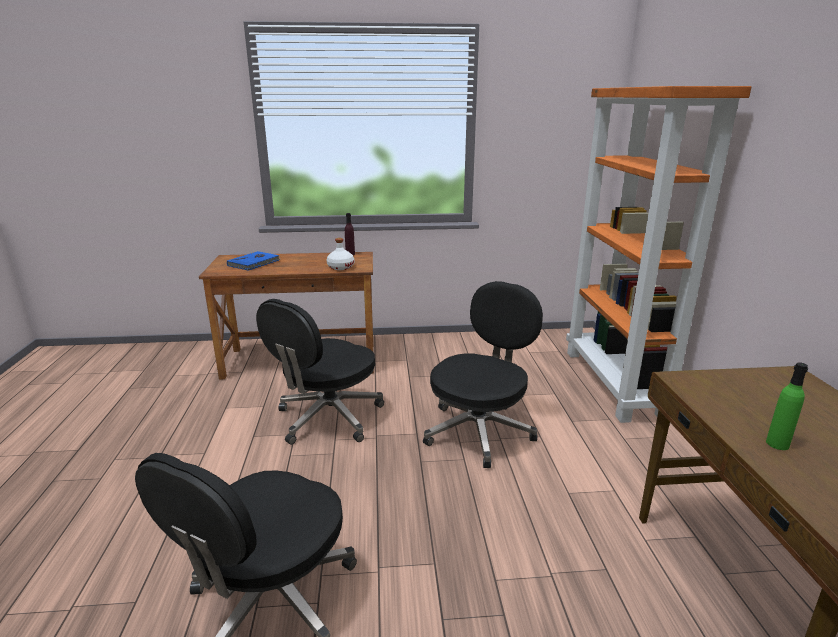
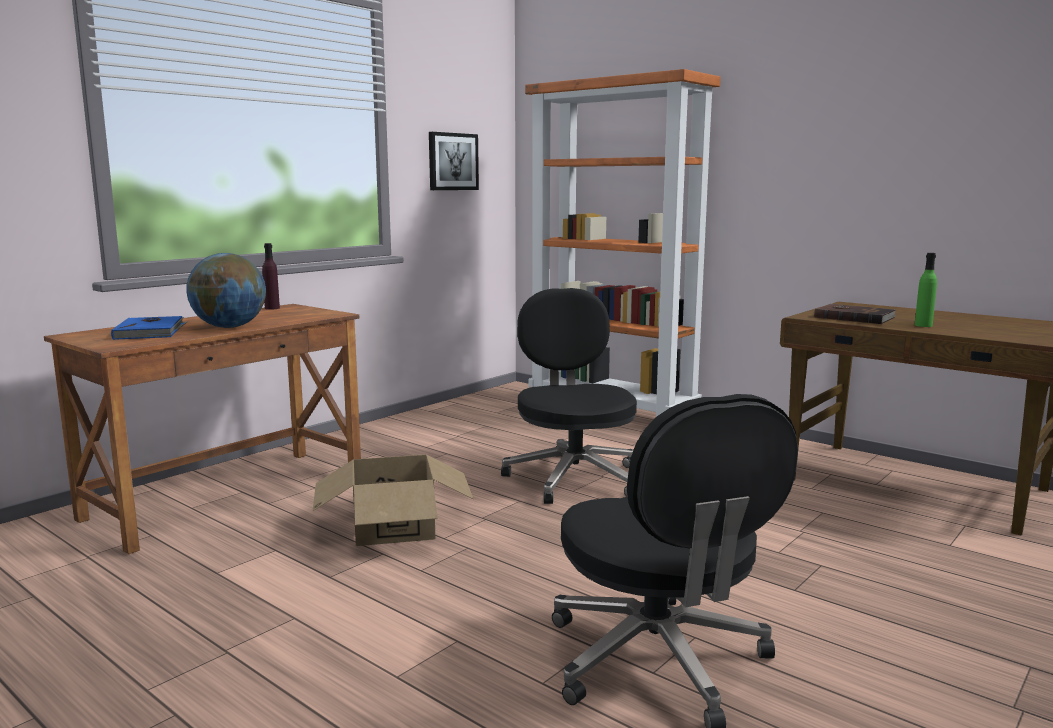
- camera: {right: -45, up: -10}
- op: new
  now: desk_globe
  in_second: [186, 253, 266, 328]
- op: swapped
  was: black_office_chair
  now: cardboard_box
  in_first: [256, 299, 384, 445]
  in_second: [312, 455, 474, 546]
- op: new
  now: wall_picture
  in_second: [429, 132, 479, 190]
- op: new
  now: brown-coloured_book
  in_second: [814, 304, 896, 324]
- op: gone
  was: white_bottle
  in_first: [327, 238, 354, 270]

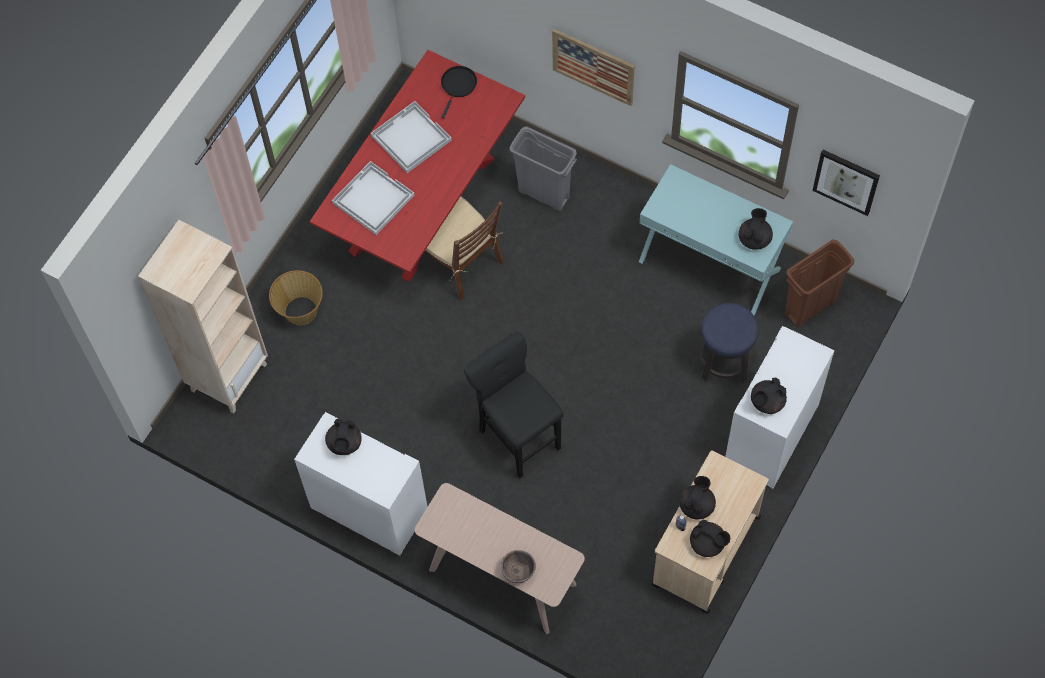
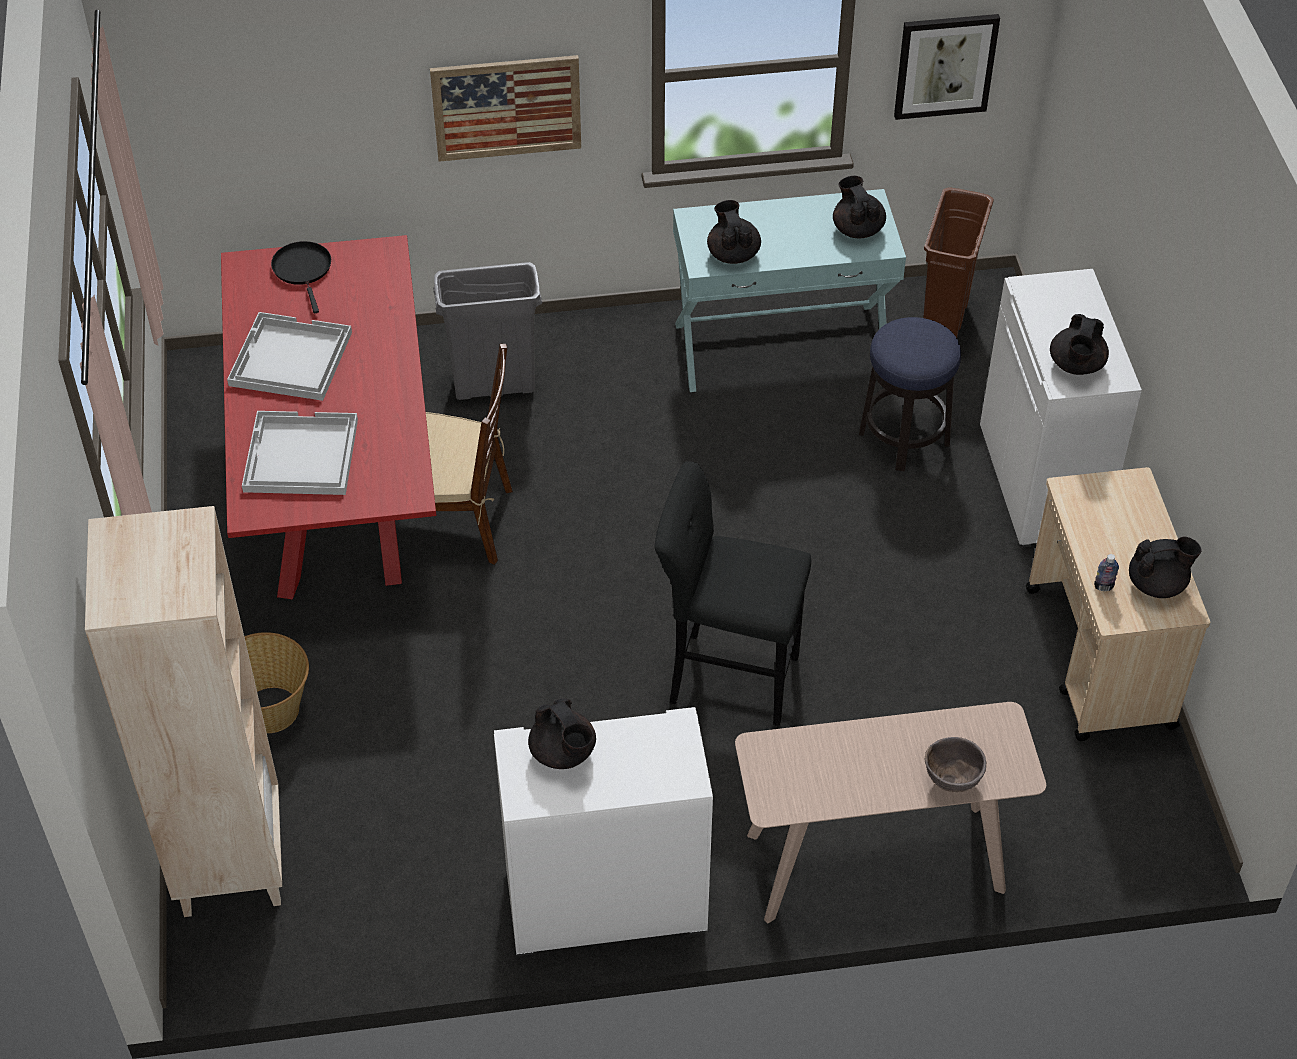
- camera: {right: -40, up: -15}
- op: shifted
  was: black_tea_pot
  in_first: [679, 476, 716, 519]
  in_second: [707, 200, 761, 264]

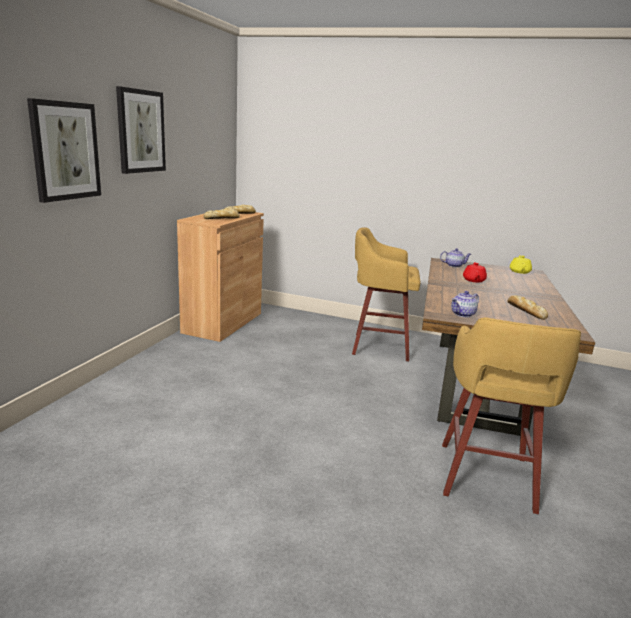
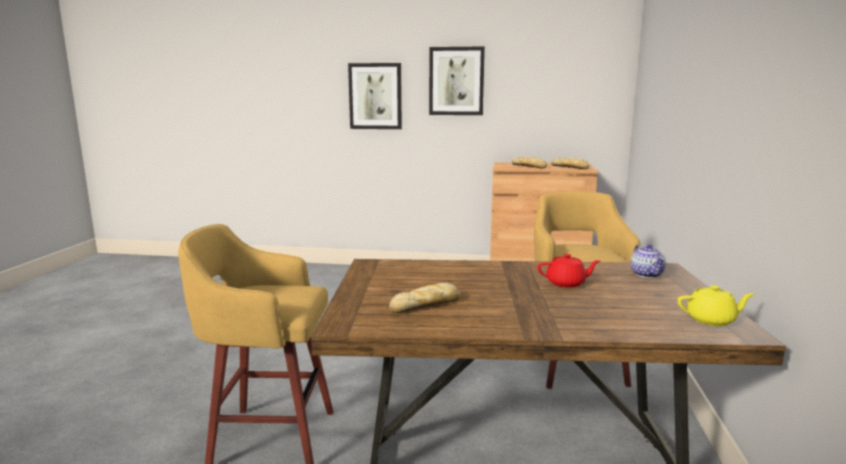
- camera: {right: 80, up: -5}
- op: gone
  was: tea_pot
  in_first: [451, 291, 479, 317]

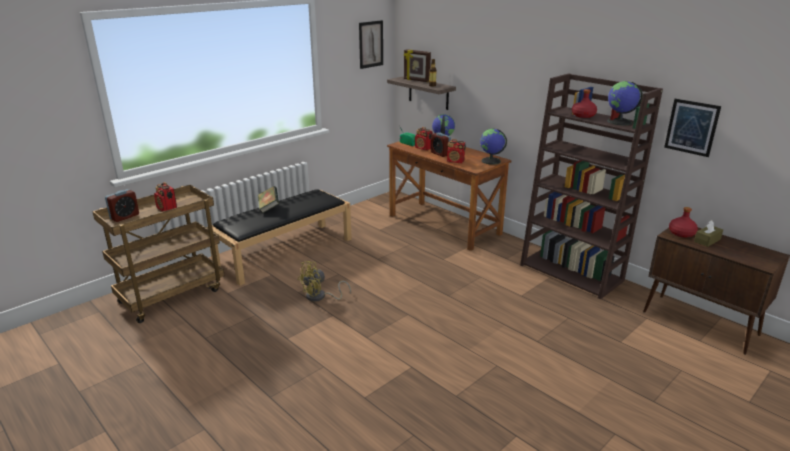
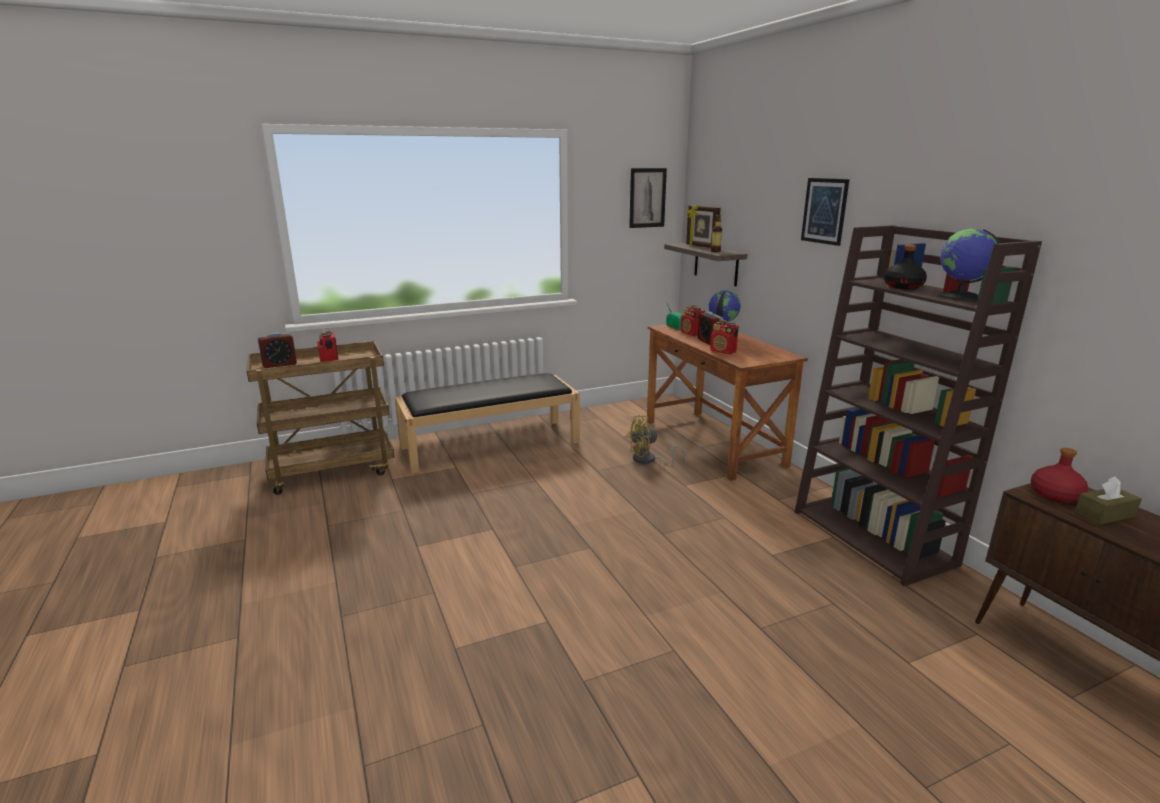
- camera: {right: 20, up: -5}
- op: shifted
  was: yellow-coloured_fan
  in_first: [298, 261, 351, 302]
  in_second: [626, 415, 686, 466]
- op: shifted
  was: wall_picture
  in_first: [664, 99, 721, 157]
  in_second: [801, 178, 849, 246]
- op: repainted
  was: reddish_bottle
  now: black_bottle
  in_first: [572, 89, 597, 118]
  in_second: [884, 245, 927, 290]
- op: gone
  was: book
  in_first: [258, 186, 279, 213]
- op: gone
  was: desk_globe
  in_first: [480, 129, 507, 165]

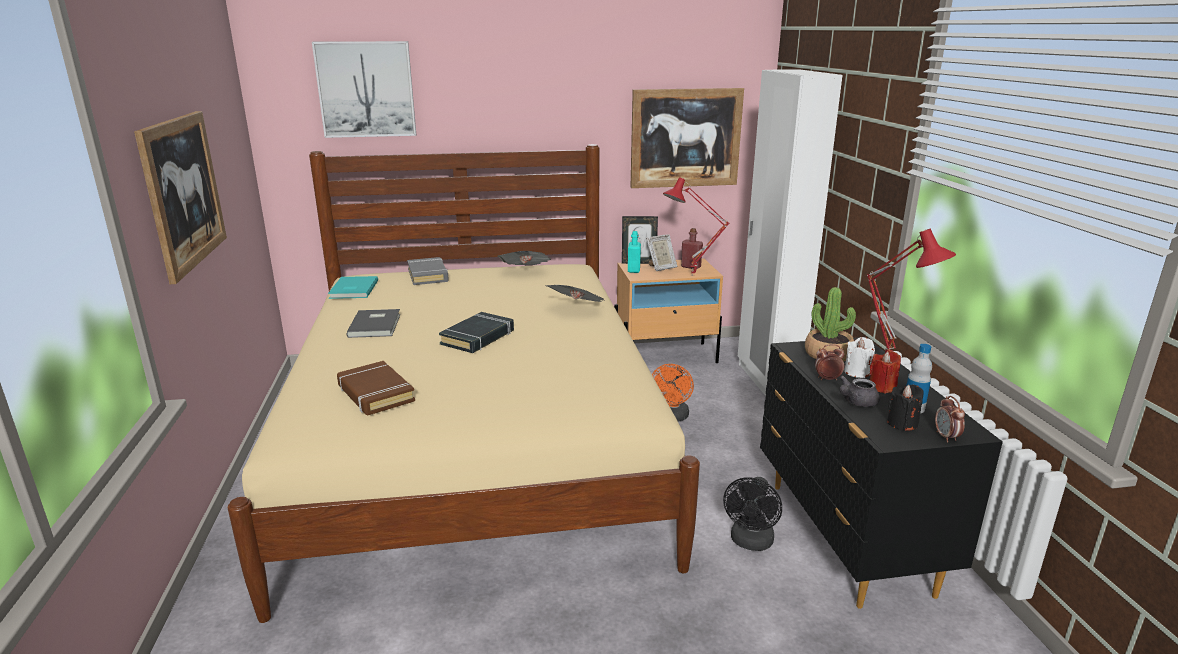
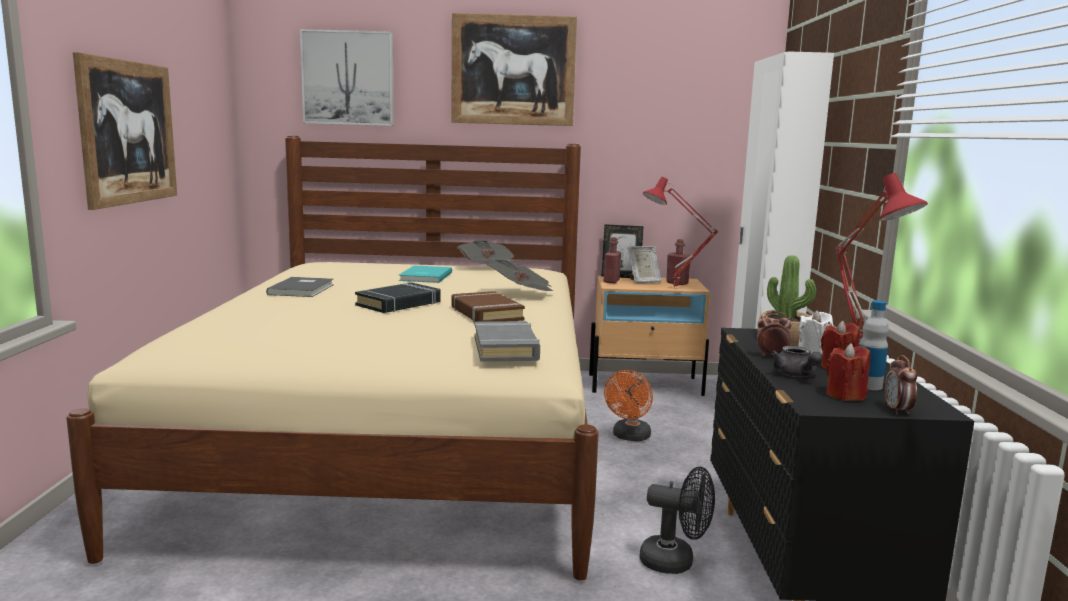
- camera: {right: 10, up: -10}
- op: shifted
  was: turquoise_book
  in_first: [328, 276, 378, 299]
  in_second: [399, 265, 452, 283]
- op: shifted
  was: wall_picture
  in_first: [630, 88, 744, 188]
  in_second: [451, 13, 577, 126]
- op: shifted
  was: brown-coloured_book
  in_first: [337, 361, 415, 415]
  in_second: [452, 291, 525, 323]
- op: shifted
  was: gray_book
  in_first: [407, 257, 449, 285]
  in_second: [474, 321, 540, 362]
- op: repainted
  was: turquoise_bottle
  now: reddish_bottle
  in_first: [628, 231, 641, 273]
  in_second: [604, 237, 621, 283]
- op: rotated
  was: black_fan
  in_first: [723, 477, 782, 551]
  in_second: [640, 467, 715, 574]
  clockwise: -105
- op: rotated
  was: gray_tea_pot
  in_first: [839, 376, 880, 407]
  in_second: [771, 346, 823, 377]
  clockwise: -75
- op: repainted
  was: black_wax_candle
  now: reddish_wax_candle
  in_first: [887, 385, 923, 431]
  in_second: [826, 343, 871, 401]

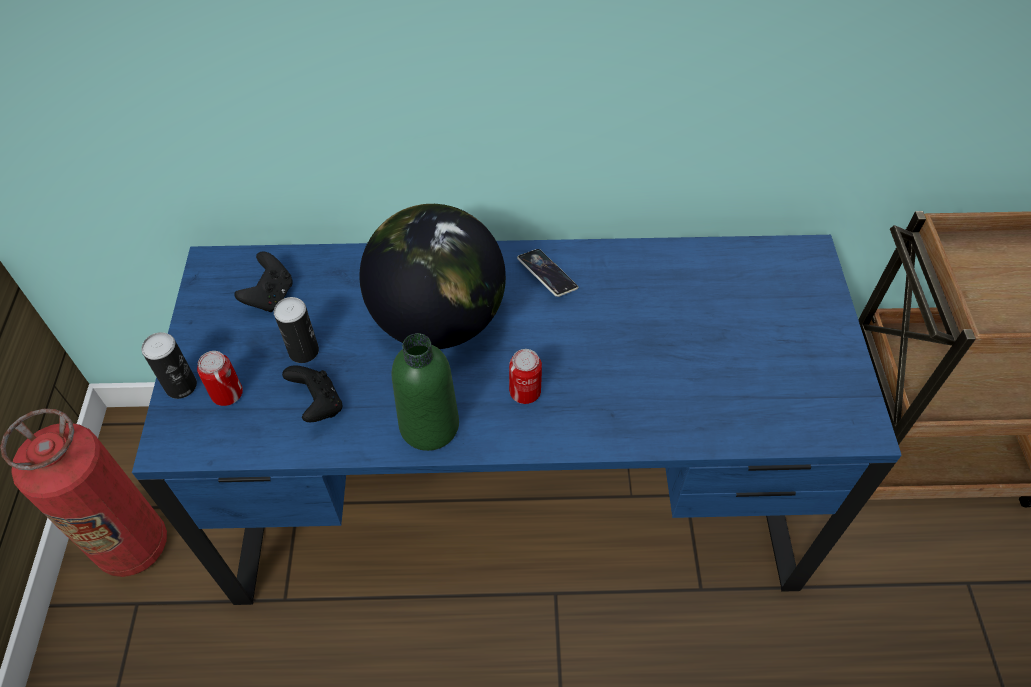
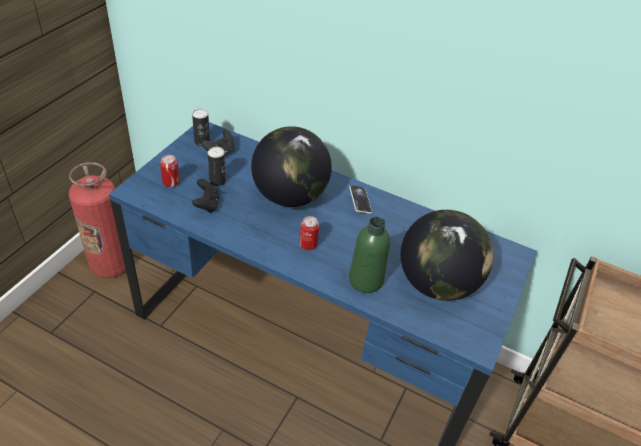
- camera: {right: 25, up: -10}
- op: shifted
  was: metal_can
  in_first: [141, 332, 197, 399]
  in_second: [192, 109, 210, 147]
- op: shifted
  was: greenish_bottle
  in_first: [392, 333, 459, 451]
  in_second: [349, 217, 390, 293]
- op: new
  now: desk_globe
  in_second: [400, 210, 493, 301]

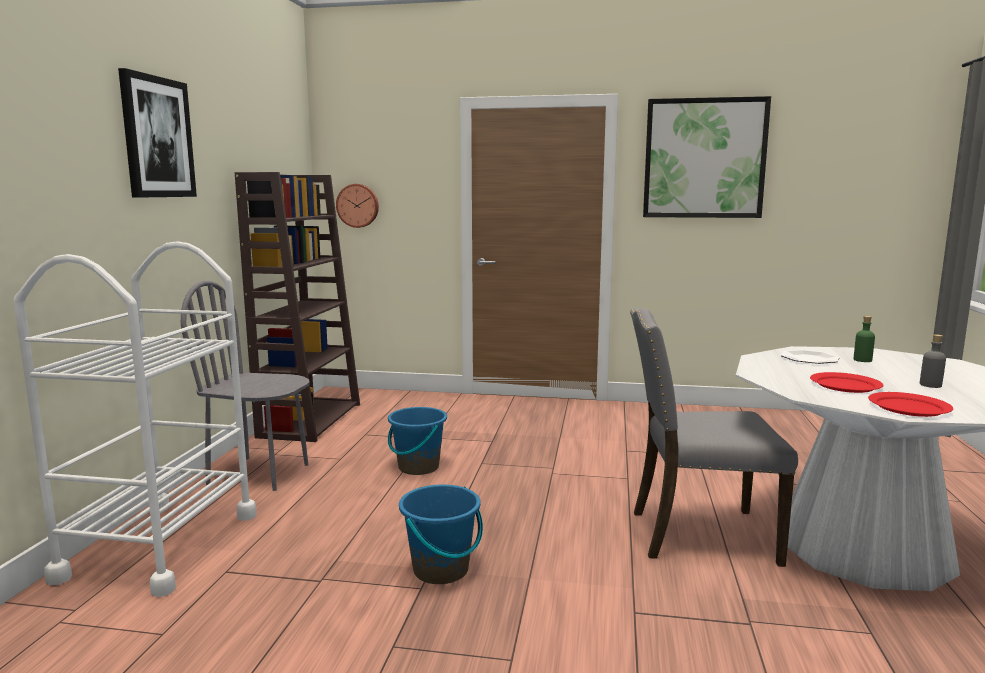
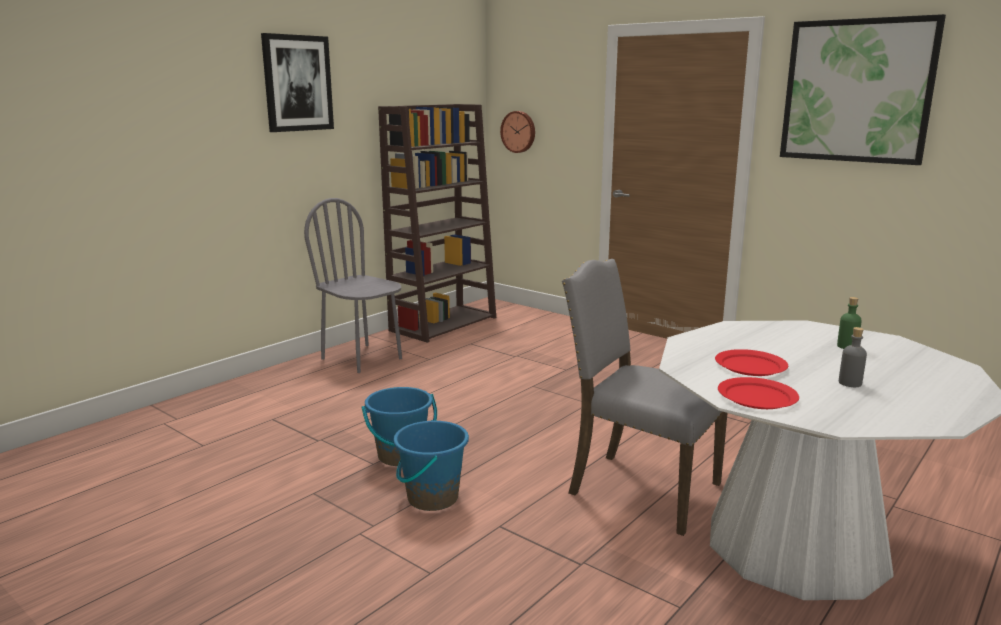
- camera: {right: 30, up: 5}
- op: shifted
  was: bluish_pail
  in_first: [388, 407, 447, 475]
  in_second: [393, 420, 469, 511]
- op: gone
  was: white_wheeled_cart
  in_first: [14, 241, 257, 597]
- op: gone
  was: flat_dish
  in_first: [780, 350, 840, 364]

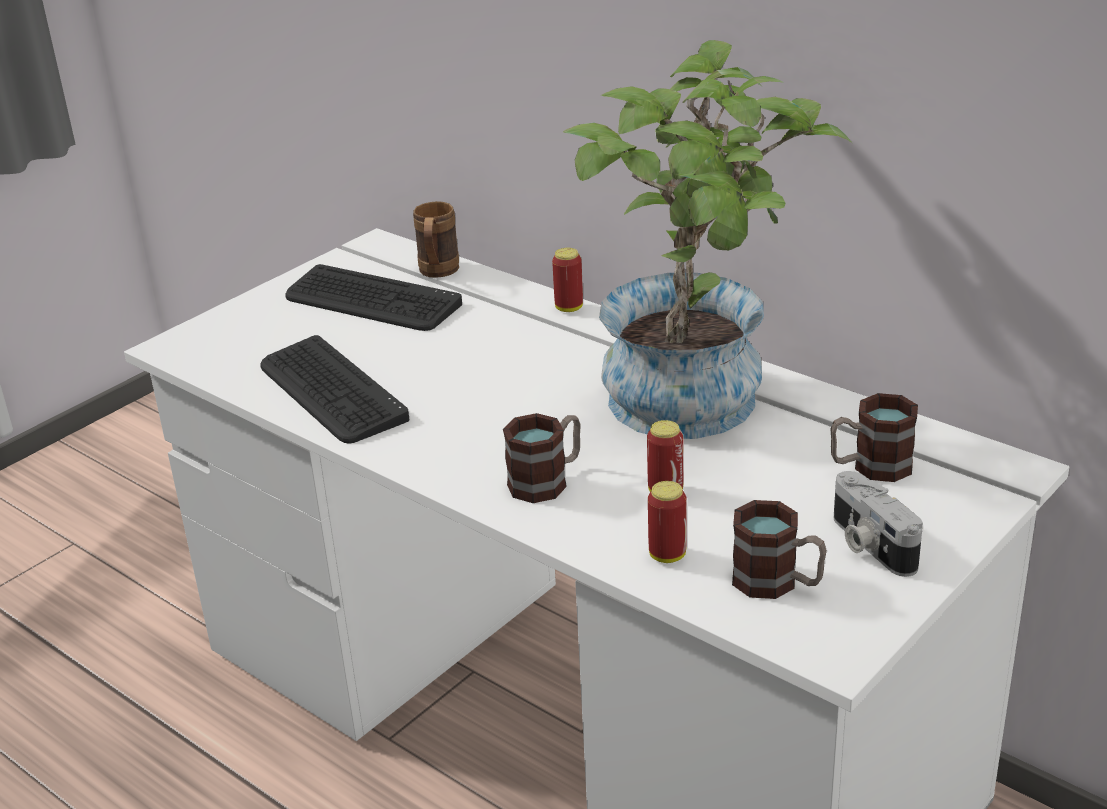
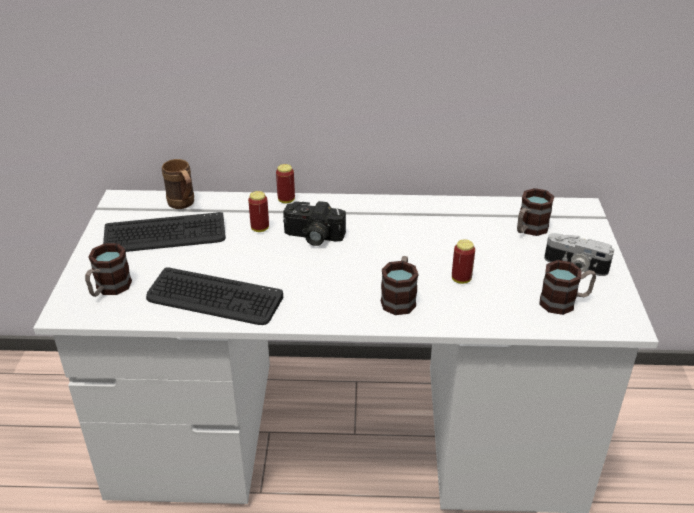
- camera: {right: -40, up: 5}
- op: new
  now: tea_mug
  in_second: [85, 243, 132, 297]
- op: shifted
  was: metal_can
  in_first: [648, 481, 687, 563]
  in_second: [248, 191, 269, 232]
- op: new
  now: photo_camera
  in_second: [283, 201, 346, 246]
- op: gone
  was: houseplant
  in_first: [563, 40, 852, 439]

